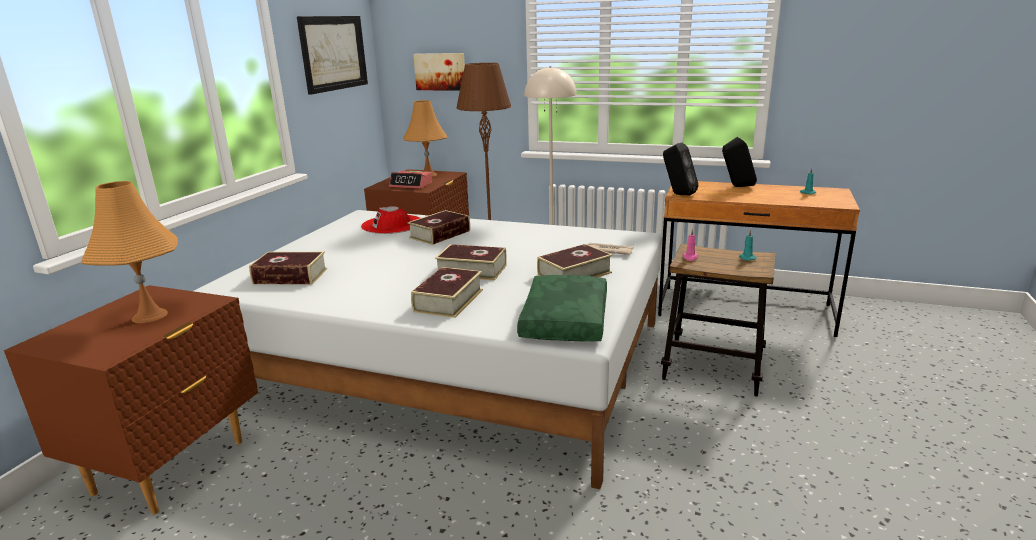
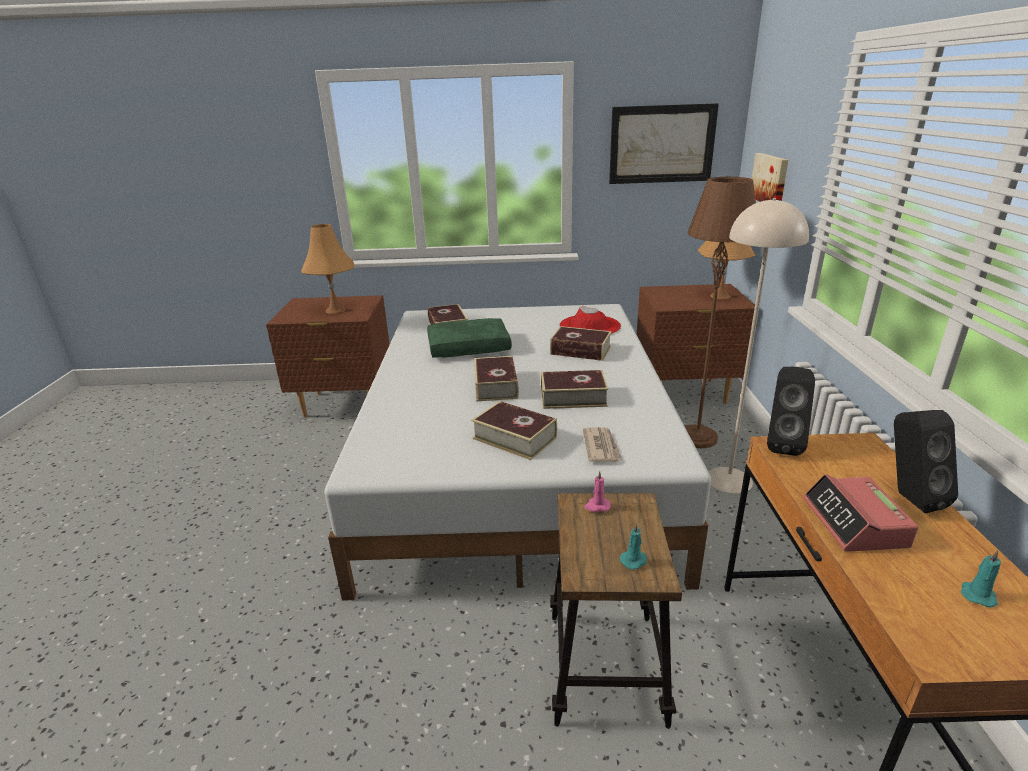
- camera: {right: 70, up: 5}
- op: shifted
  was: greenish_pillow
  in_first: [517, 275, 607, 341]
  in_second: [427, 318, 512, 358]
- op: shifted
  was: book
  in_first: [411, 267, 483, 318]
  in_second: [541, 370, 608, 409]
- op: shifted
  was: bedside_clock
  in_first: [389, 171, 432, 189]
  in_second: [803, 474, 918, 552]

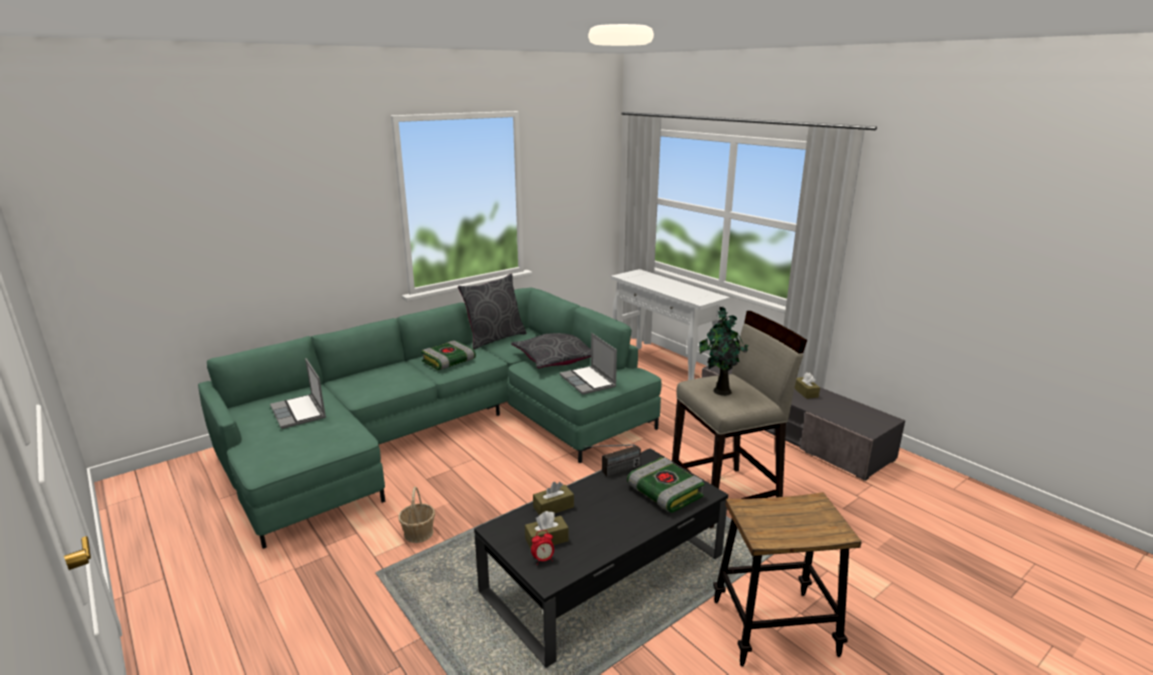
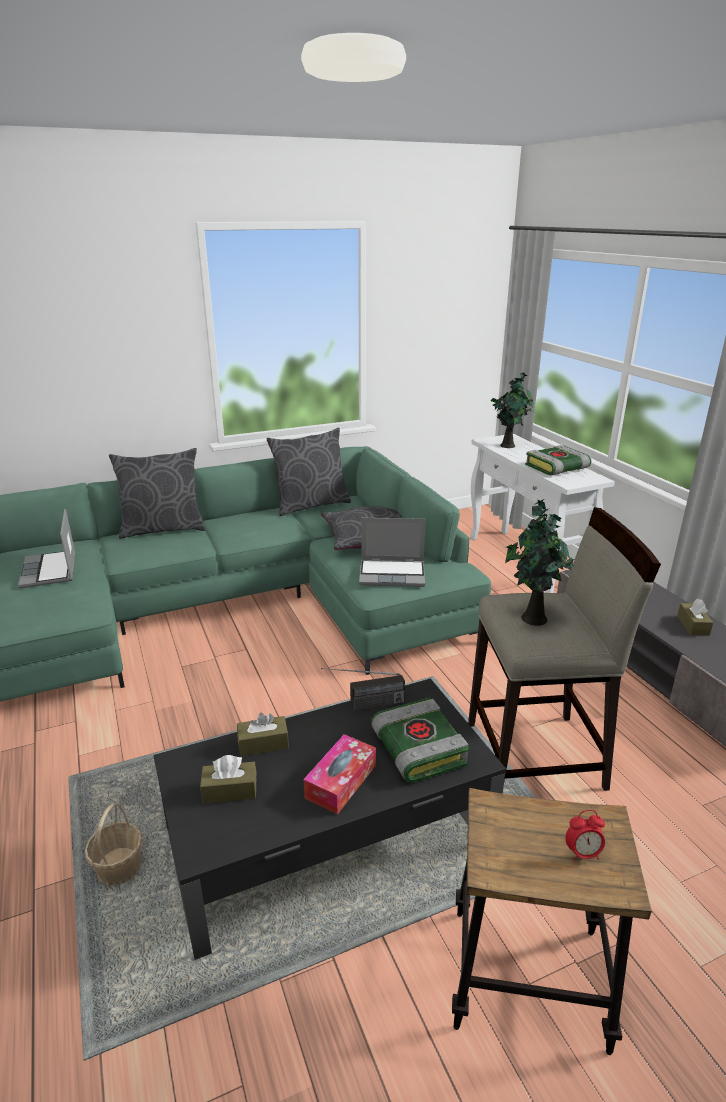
- camera: {right: 15, up: 5}
- op: shifted
  was: household_basket
  in_first: [398, 486, 435, 543]
  in_second: [85, 803, 142, 885]
- op: new
  now: gray_pillow
  in_second: [109, 448, 205, 539]
- op: new
  now: tissue_holder
  in_second: [304, 734, 376, 814]
- op: rotated
  was: laptop
  in_first: [559, 333, 617, 395]
  in_second: [359, 518, 426, 587]
  clockwise: -75
- op: new
  now: houseplant
  in_second: [490, 373, 534, 448]
- op: shifted
  was: book
  in_first: [421, 340, 476, 370]
  in_second: [525, 445, 591, 475]
- op: shifted
  was: bedside_clock
  in_first: [531, 530, 554, 565]
  in_second: [565, 810, 605, 862]

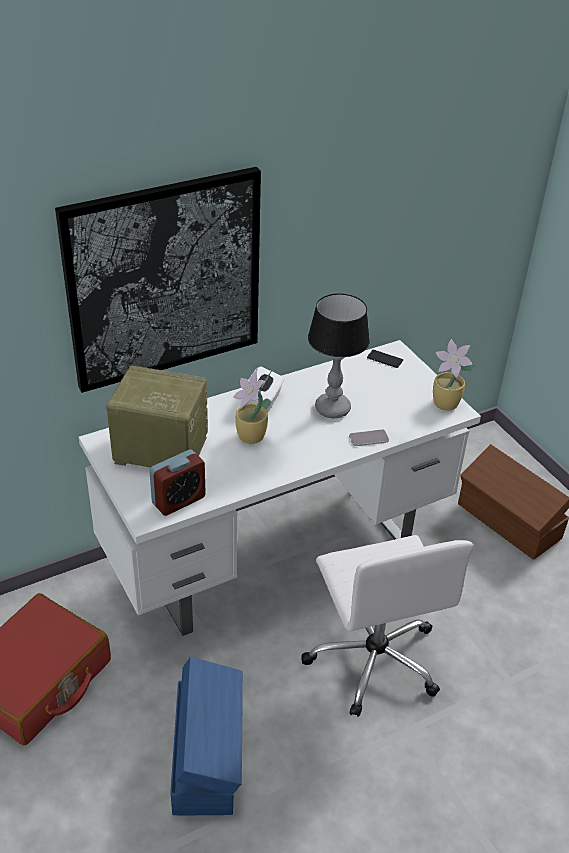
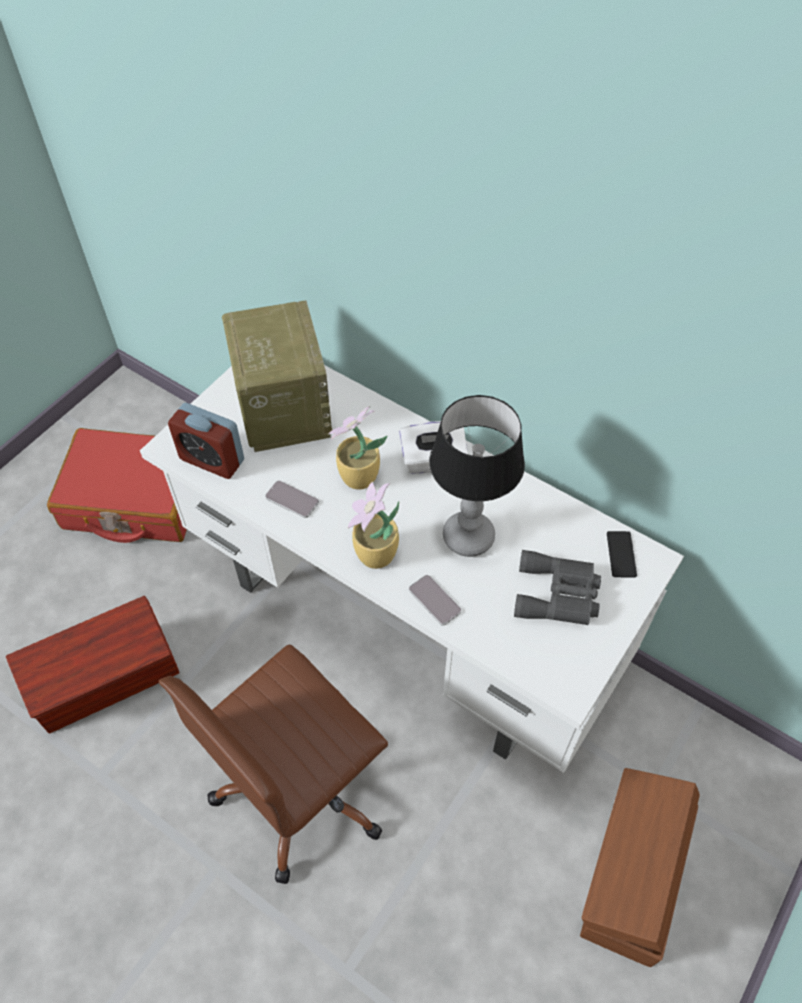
- camera: {right: 65, up: 15}
- op: repainted
  was: bluish_storage_box
  now: brown-coloured_storage_box
  in_first: [170, 657, 243, 815]
  in_second: [6, 596, 179, 734]
- op: repainted
  was: white_office_chair
  now: brown-coloured_office_chair
  in_first: [301, 535, 474, 717]
  in_second: [159, 645, 388, 884]
- op: new
  now: handset
  in_second: [265, 480, 319, 518]
- op: shifted
  was: houseplant
  in_first: [433, 339, 475, 411]
  in_second: [348, 482, 399, 569]
- op: new
  now: gray_field_glasses
  in_second: [514, 550, 601, 625]
- op: gone
  was: wall_picture
  in_first: [55, 167, 261, 393]

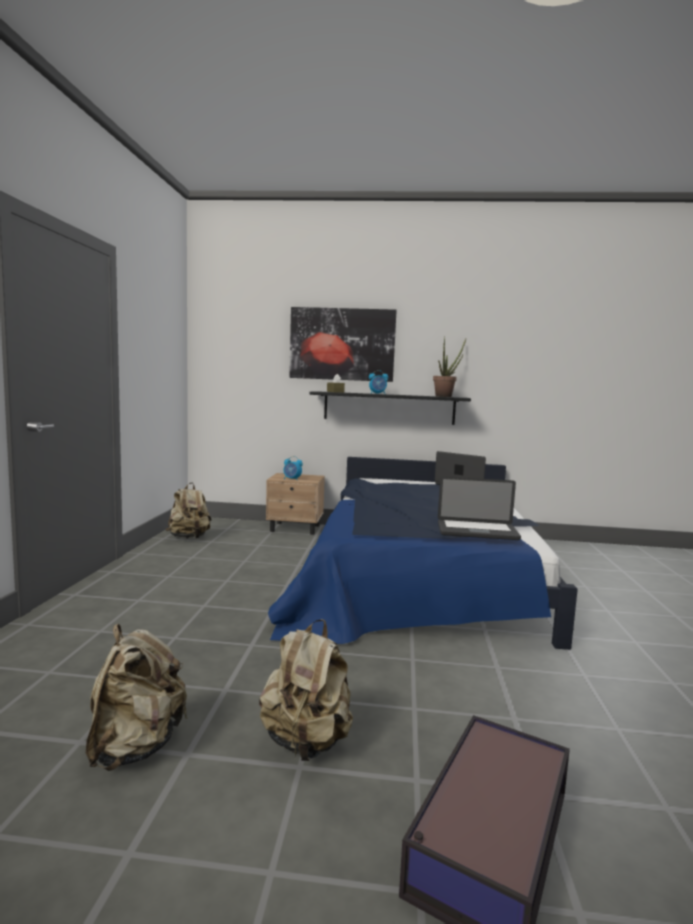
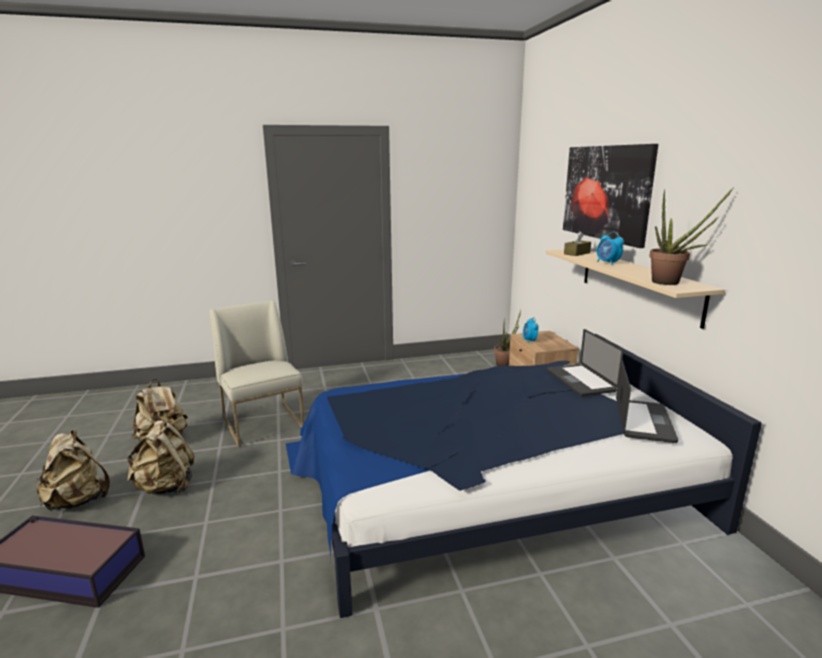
- camera: {right: 70, up: 10}
- op: shifted
  was: sand-coloured_rucksack
  in_first: [166, 483, 212, 538]
  in_second: [37, 430, 110, 511]
- op: new
  now: white_chair
  in_second: [210, 300, 305, 448]
- op: new
  now: houseplant
  in_second: [494, 310, 521, 366]
- op: repainted
  was: black_wall_shelf
  now: sand-coloured_wall_shelf
  in_first: [309, 391, 471, 425]
  in_second: [546, 249, 725, 329]
- op: shifted
  was: laptop
  in_first: [438, 477, 521, 540]
  in_second: [547, 329, 623, 396]

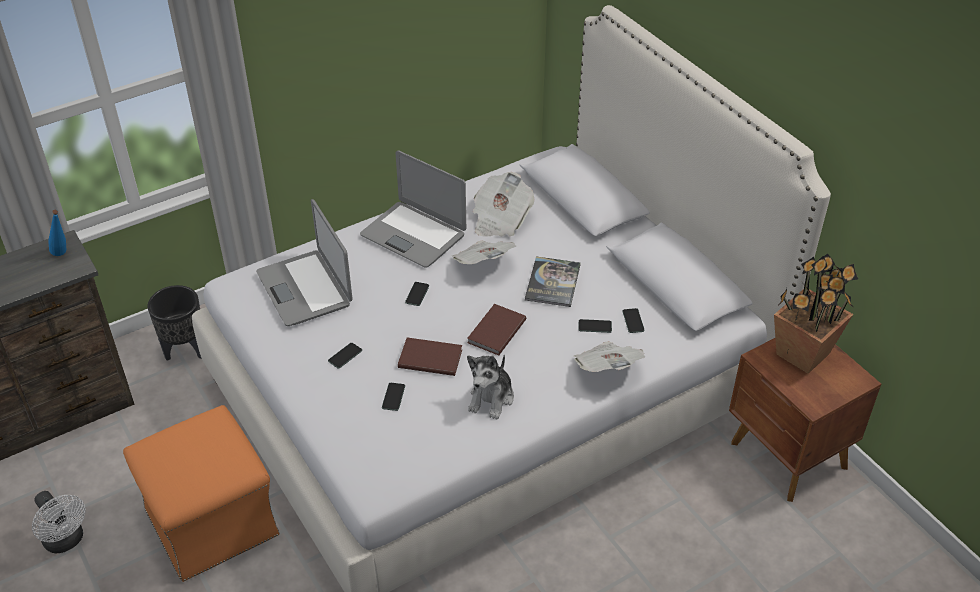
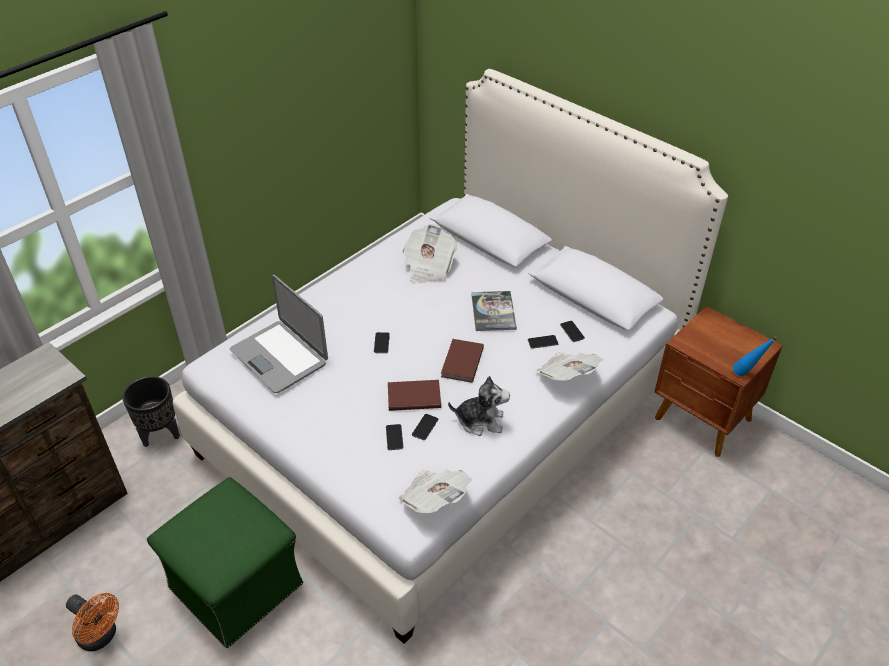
- camera: {right: -15, up: 0}
- op: repainted
  was: white_fan
  now: orangey_fan
  in_first: [32, 491, 86, 553]
  in_second: [66, 593, 119, 651]
- op: repainted
  was: orangey_footrest
  now: greenish_footrest
  in_first: [123, 405, 280, 582]
  in_second: [147, 477, 303, 648]
- op: shifted
  was: newspaper
  in_first: [453, 240, 516, 264]
  in_second: [399, 470, 472, 513]
- op: shifted
  was: handset
  in_first: [328, 343, 362, 369]
  in_second: [412, 414, 438, 440]
- op: rotated
  was: soft_toy
  in_first: [467, 355, 514, 419]
  in_second: [448, 376, 510, 436]
  clockwise: -90
- op: shifted
  was: bluish_bottle
  in_first: [48, 210, 66, 256]
  in_second: [733, 336, 778, 376]
- op: gone
  was: laptop
  in_first: [360, 150, 466, 268]
- op: gone
  was: houseplant
  in_first: [774, 254, 858, 374]

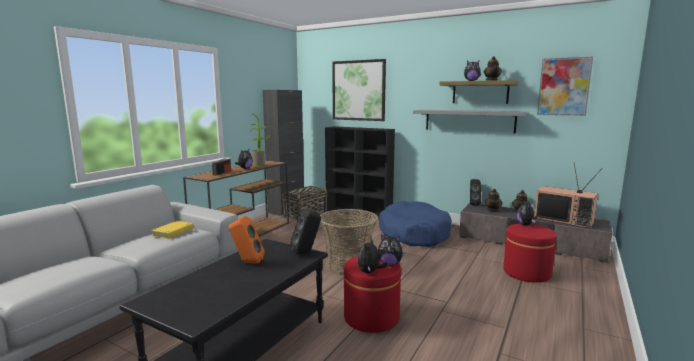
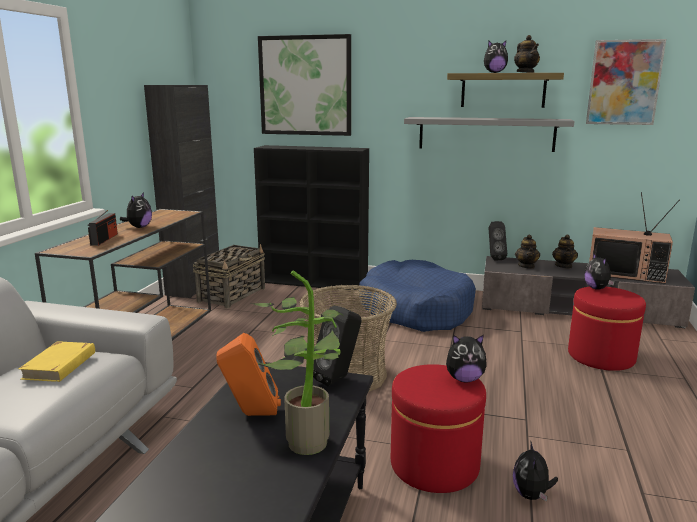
- camera: {right: -15, up: 5}
- op: shifted
  was: houseplant
  in_first: [243, 113, 270, 166]
  in_second: [250, 270, 343, 455]
- op: shifted
  was: soft_toy
  in_first: [357, 238, 387, 273]
  in_second: [513, 440, 558, 502]

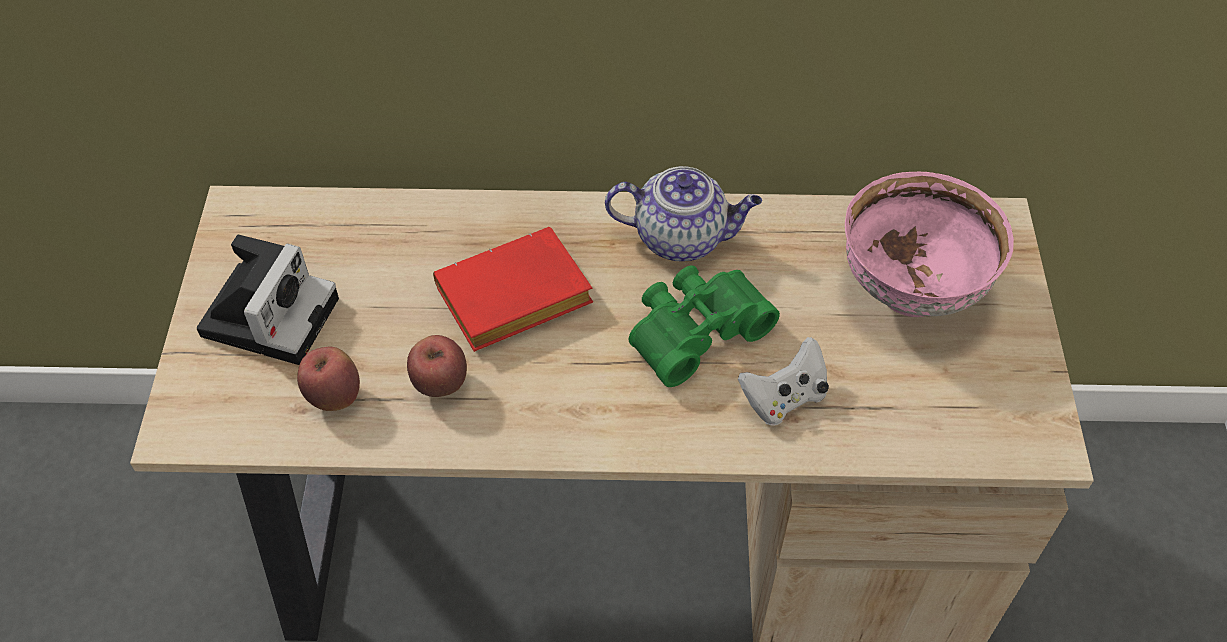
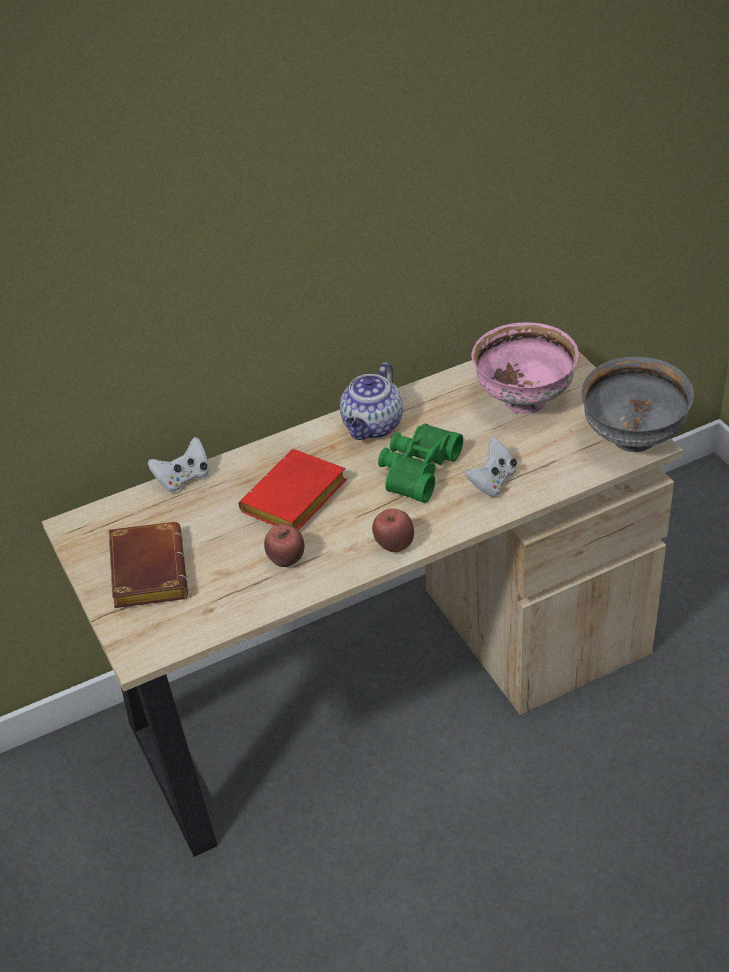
- camera: {right: -25, up: -10}
- op: swapped
  was: photo_camera
  now: brown-coloured_book
  in_first: [197, 235, 339, 365]
  in_second: [109, 522, 188, 608]
- op: new
  now: white_gamepad
  in_second: [148, 437, 209, 492]
- op: rotated
  was: tea_pot
  in_first: [605, 166, 762, 261]
  in_second: [340, 362, 403, 440]
  clockwise: 135
- op: shifted
  was: apple_fruit
  in_first: [297, 347, 360, 411]
  in_second: [372, 508, 414, 552]
- op: new
  now: gray_serving_bowl
  in_second: [581, 357, 694, 452]

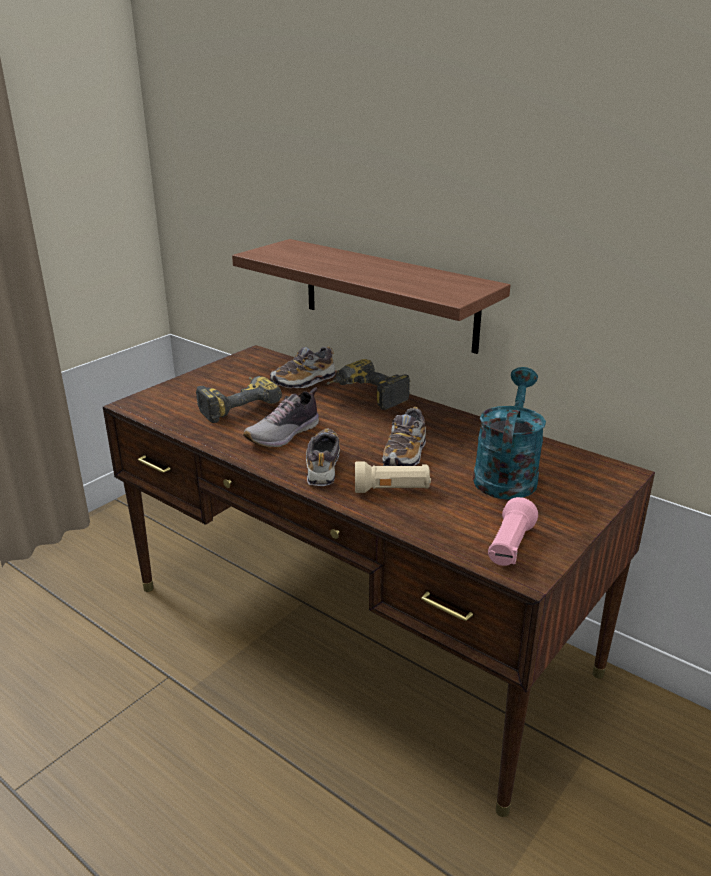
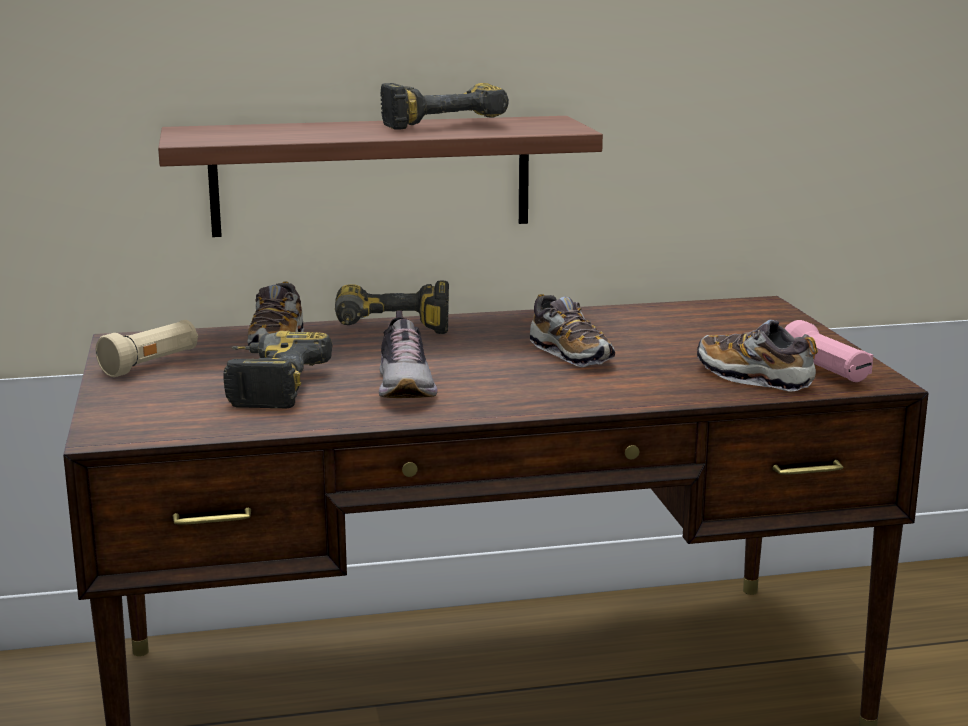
- camera: {right: -50, up: -10}
- op: shifted
  was: sand-coloured_flashlight
  in_first: [355, 461, 431, 493]
  in_second: [96, 320, 198, 377]
- op: new
  now: power_drill
  in_second: [380, 83, 509, 130]
- op: shifted
  was: item_of_footwear
  in_first: [306, 429, 340, 486]
  in_second: [697, 320, 818, 392]
- op: gone
  was: turquoise_watering_pot
  in_first: [473, 367, 546, 500]

